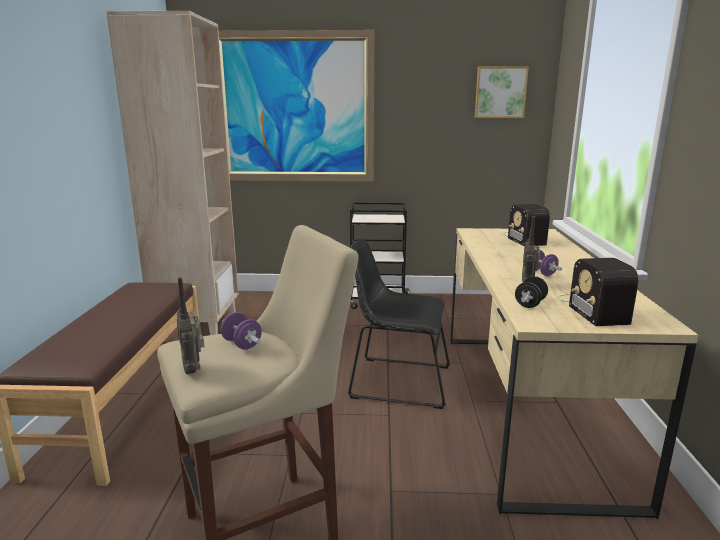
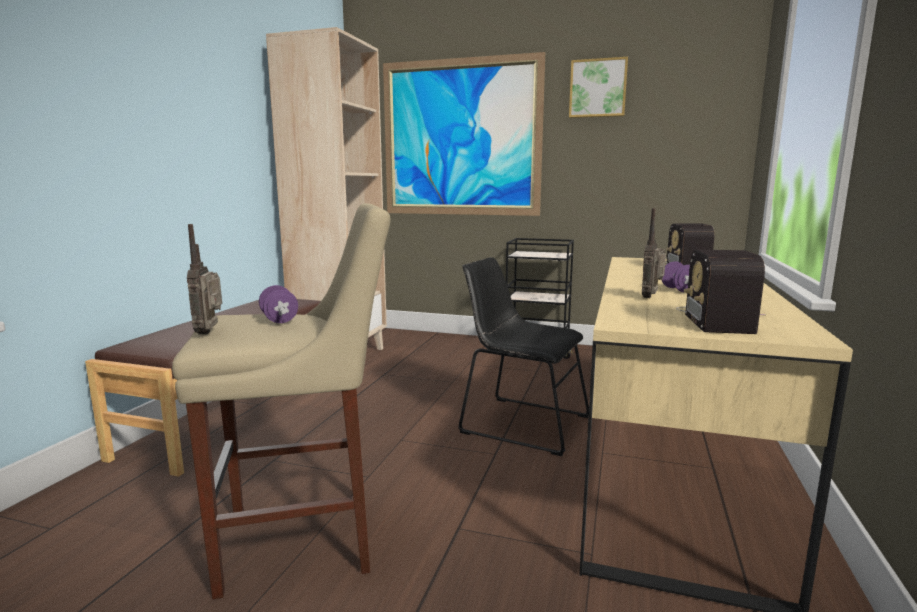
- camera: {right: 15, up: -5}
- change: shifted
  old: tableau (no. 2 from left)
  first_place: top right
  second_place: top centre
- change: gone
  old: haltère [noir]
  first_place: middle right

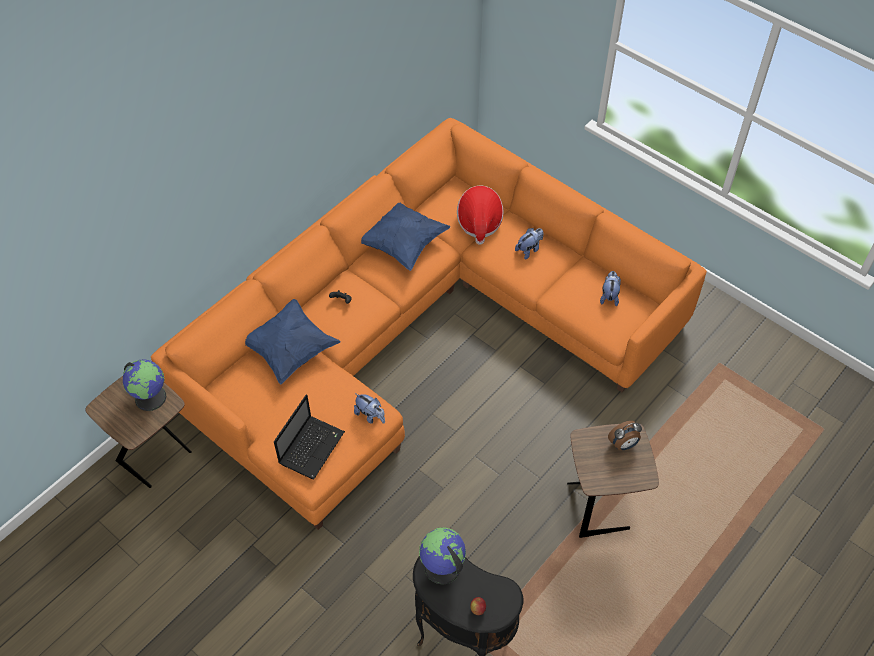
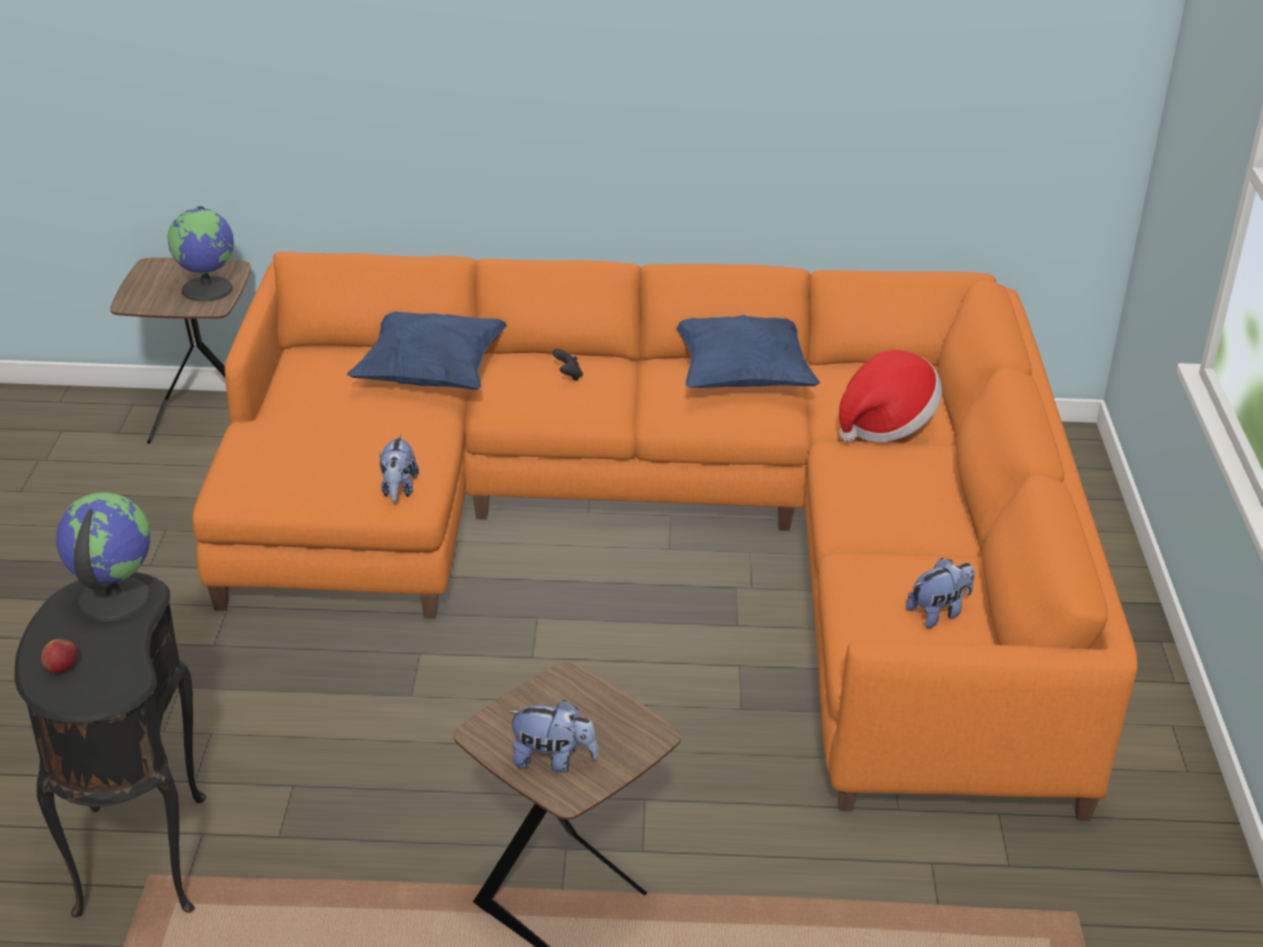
- camera: {right: 50, up: -20}
- change: gone
  old: ordinateur portable
  first_place: centre
- change: shifted
  old: peluche (no. 2 from left)
  first_place: centre
  second_place: bottom centre
- change: gone
  old: réveil
  first_place: middle right

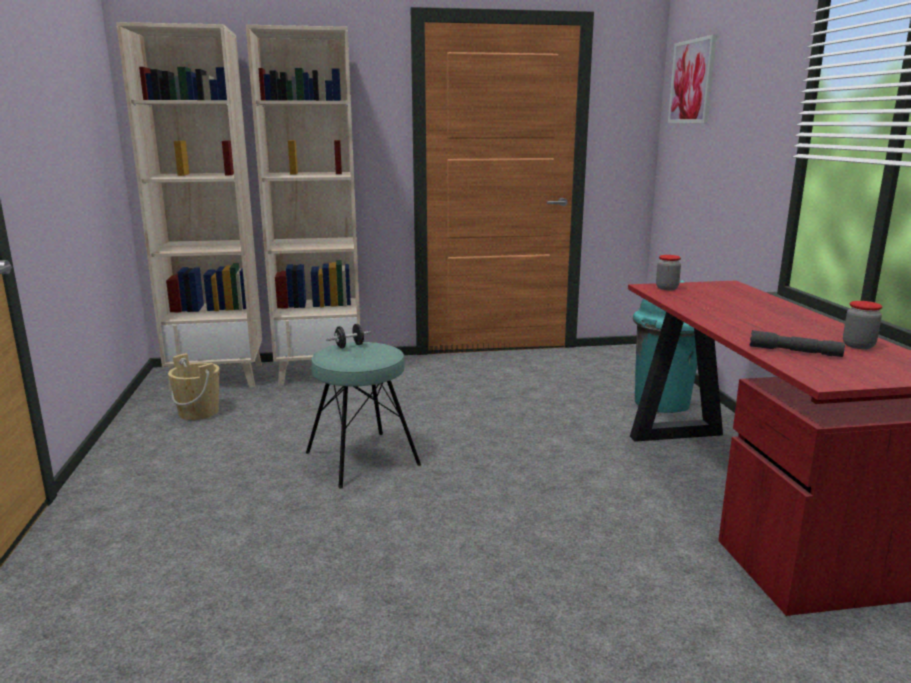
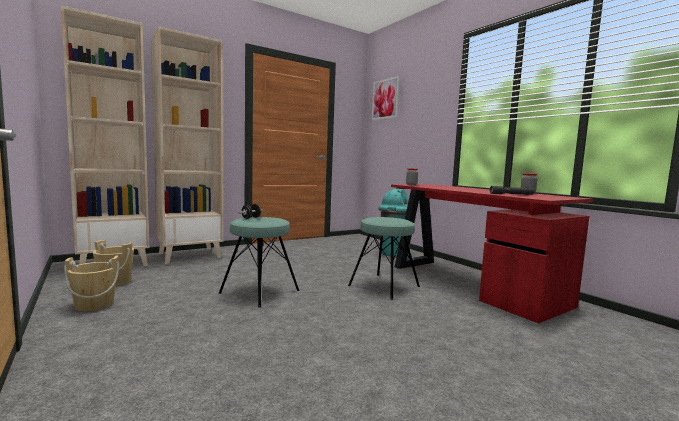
- camera: {right: -25, up: -10}
- change: new
  new: seau [beige] (no. 1 from left)
  second_place: bottom left
- change: new
  new: tabouret [turquoise] (no. 2 from left)
  second_place: centre

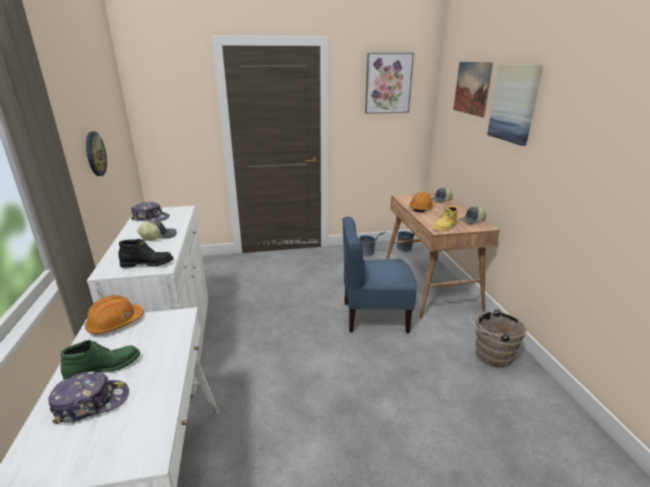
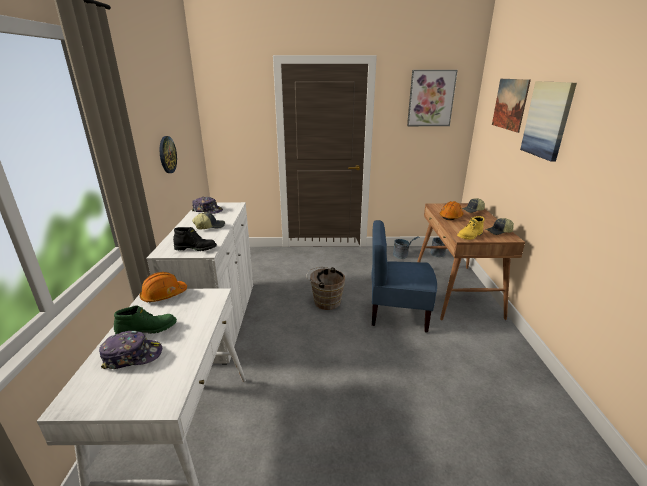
- camera: {right: 10, up: 0}
- change: shifted
  old: seau [marron]
  first_place: bottom right
  second_place: centre

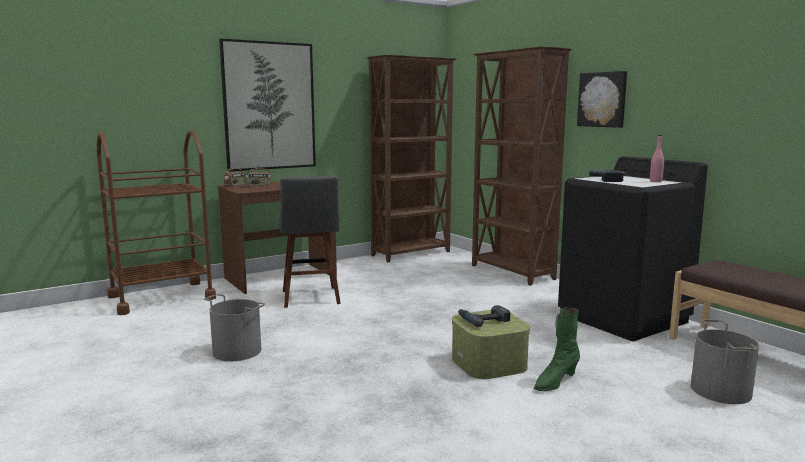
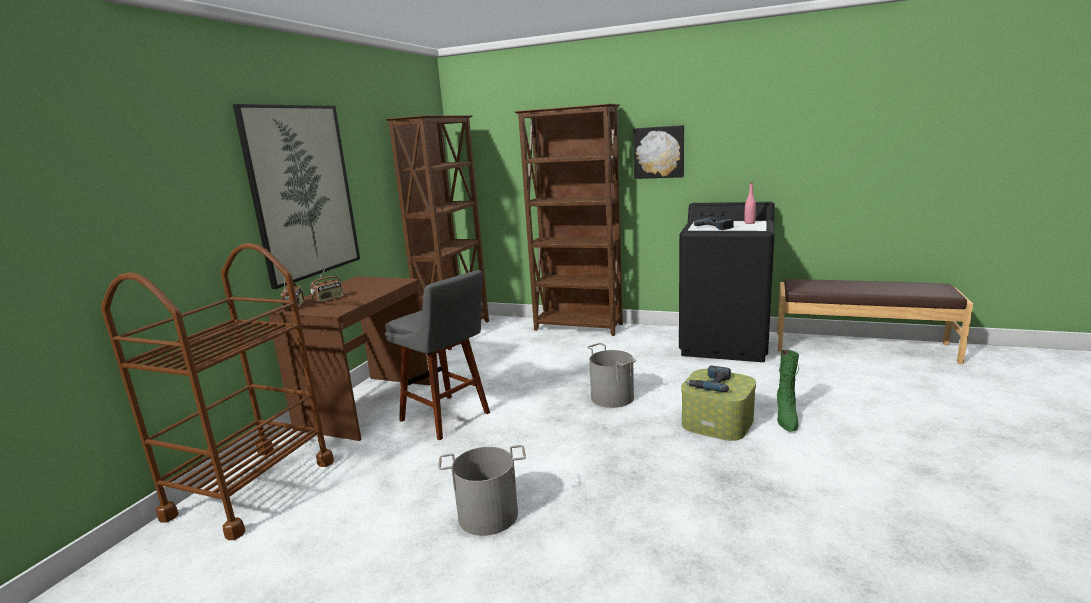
- camera: {right: -35, up: 5}
- change: shifted
  old: seau [gris] (no. 2 from left)
  first_place: bottom right
  second_place: centre

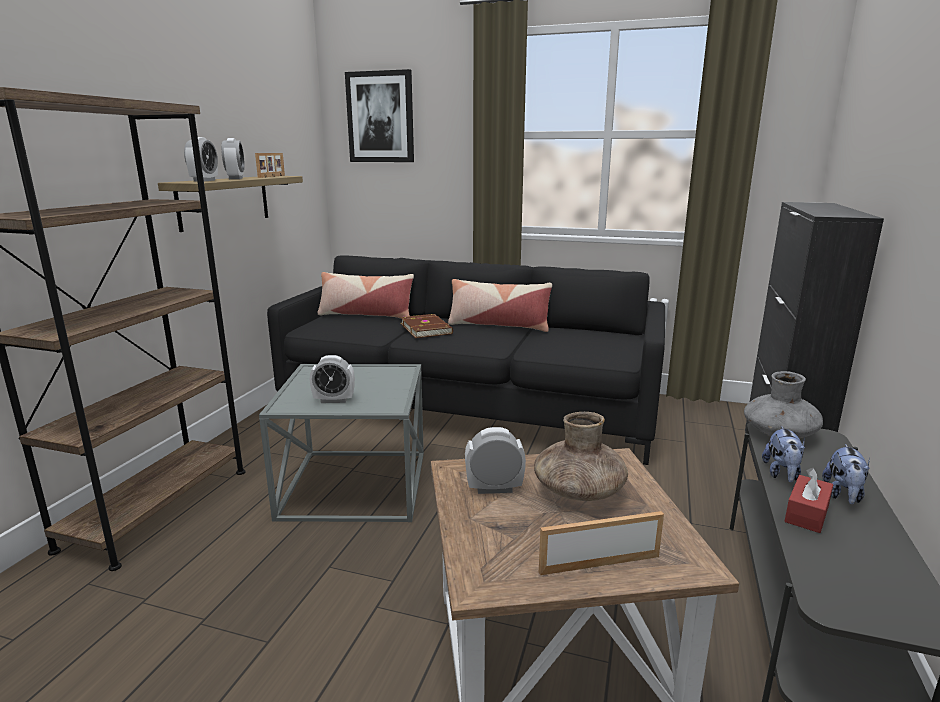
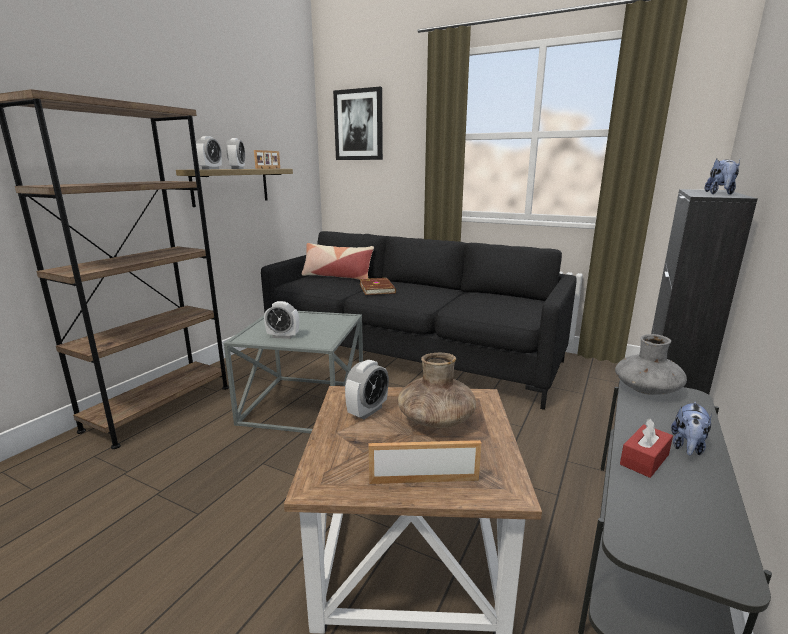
- camera: {right: 10, up: 0}
- change: gone
  old: coussin (no. 2 from left)
  first_place: centre
- change: rotated
  old: réveil (no. 4 from left)
  first_place: centre
  second_place: centre
  degrees: 120
- change: shifted
  old: peluche (no. 1 from left in the first image)
  new: peluche (no. 2 from left)
  first_place: middle right
  second_place: top right

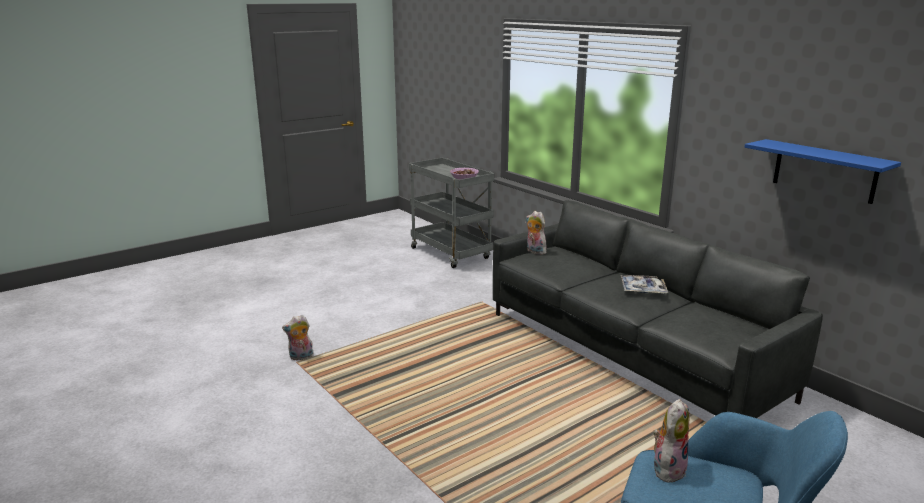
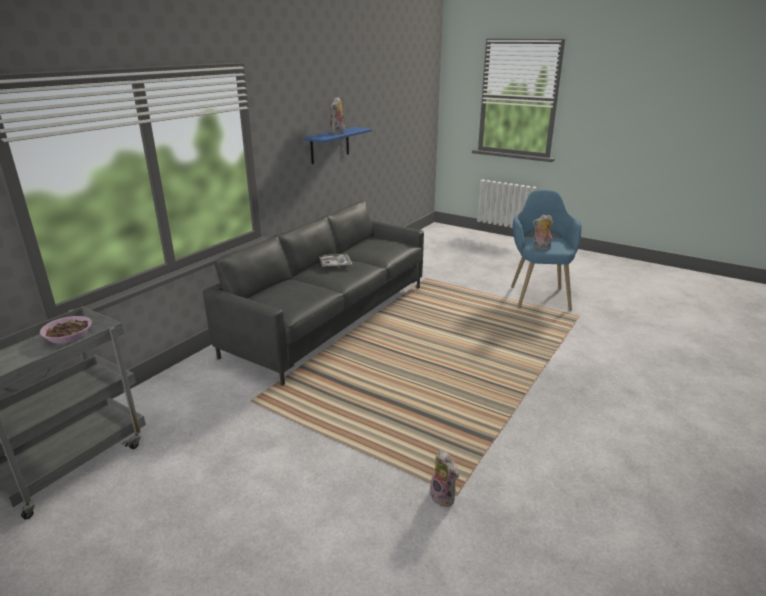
- camera: {right: -110, up: 5}
- change: shifted
  old: peluche (no. 2 from left in the first image)
  new: peluche (no. 1 from left)
  first_place: centre
  second_place: top centre

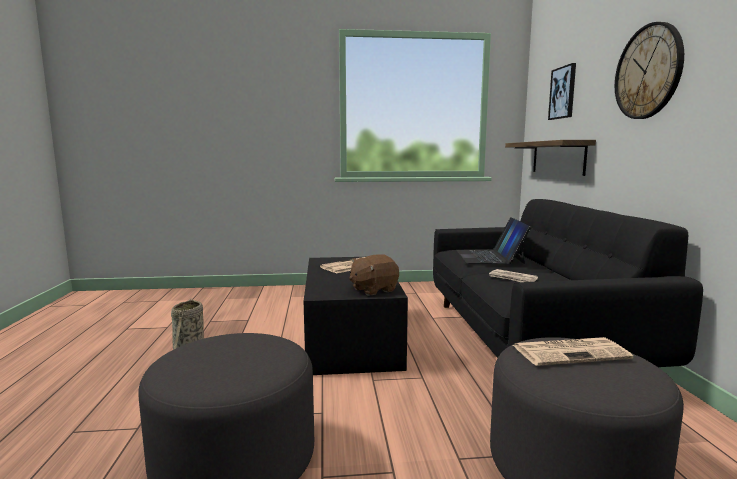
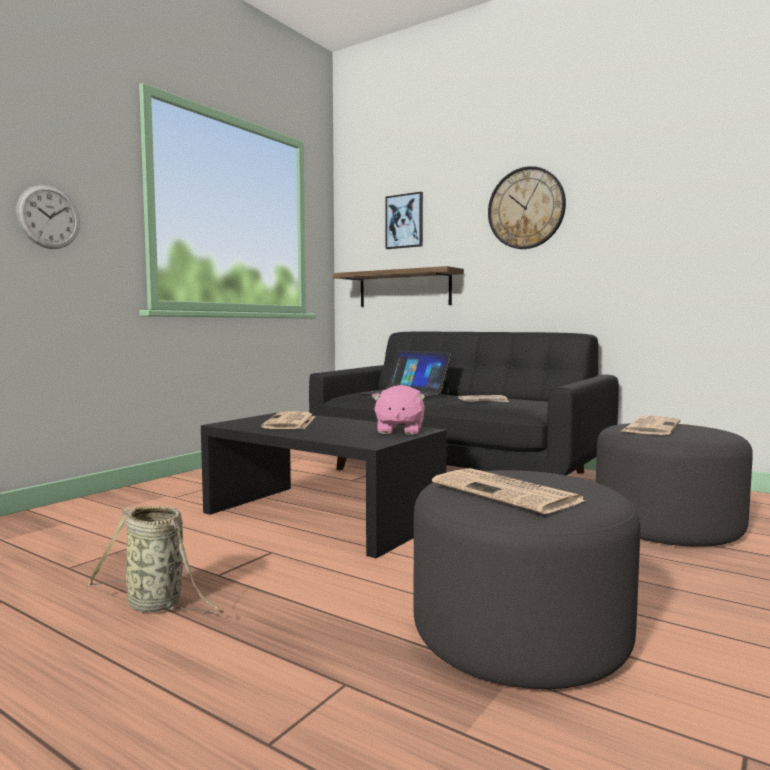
- camera: {right: -50, up: -5}
- change: repainted
  old: peluche [marron]
  new: peluche [rose]
  first_place: centre
  second_place: centre
- change: new
  new: horloge murale (no. 1 from left)
  second_place: top left
- change: new
  new: journal (no. 3 from left)
  second_place: centre

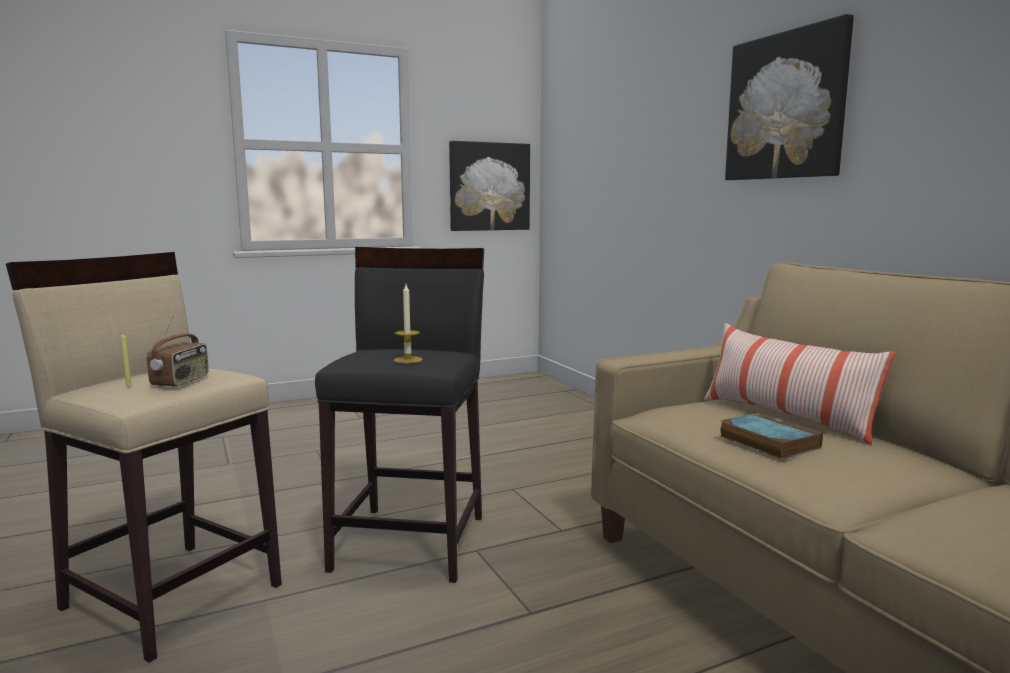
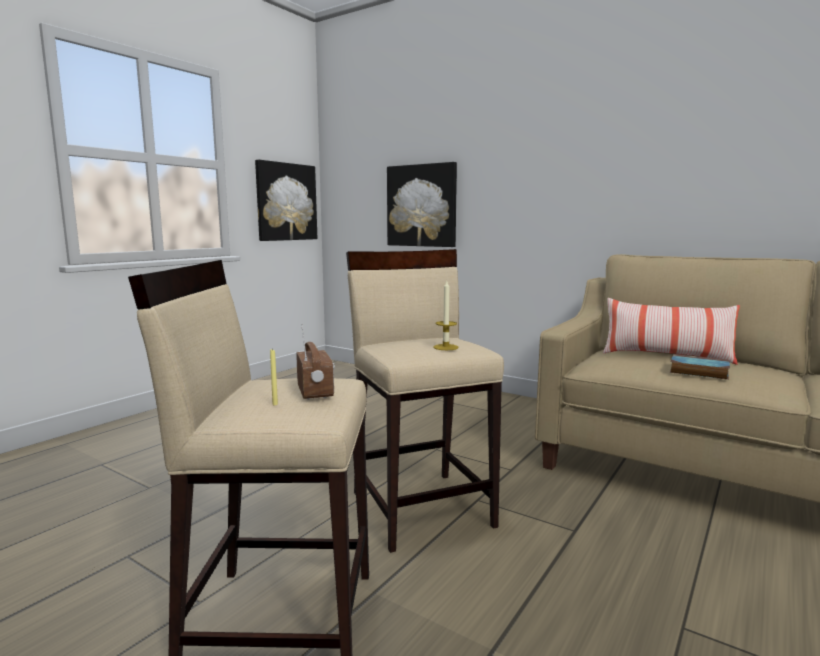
- camera: {right: -30, up: 0}
- change: repainted
  old: tabouret [noir]
  new: tabouret [beige] (no. 2 from left)
  first_place: centre
  second_place: centre
- change: shifted
  old: tableau (no. 2 from left)
  first_place: top right
  second_place: top centre

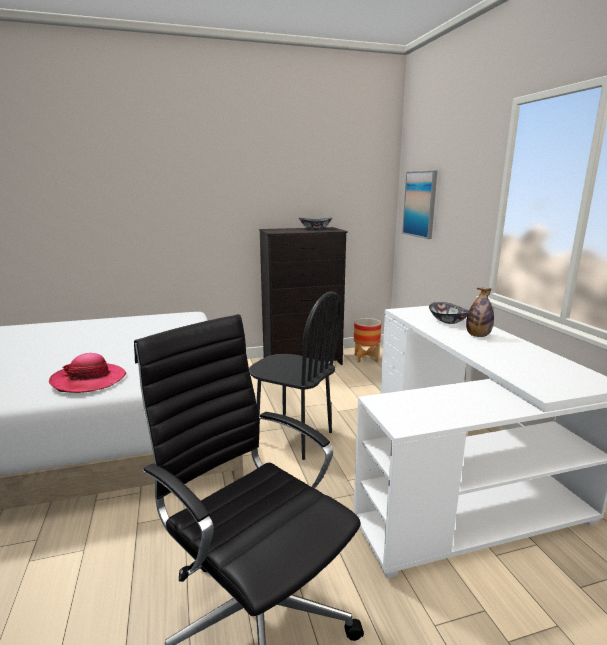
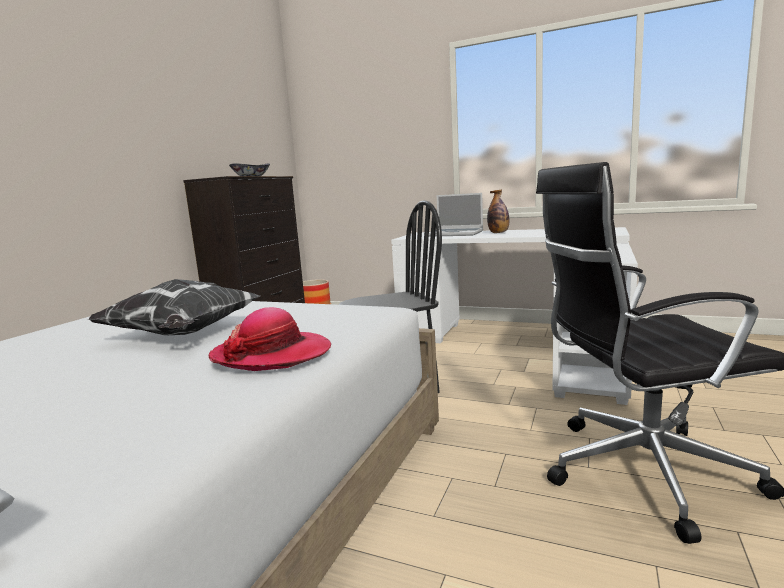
- camera: {right: -50, up: -5}
- change: gone
  old: tableau
  first_place: top right
- change: swapped
  old: bol (no. 2 from left)
  new: ordinateur portable
  first_place: middle right
  second_place: centre
- change: new
  new: coussin
  second_place: middle left

